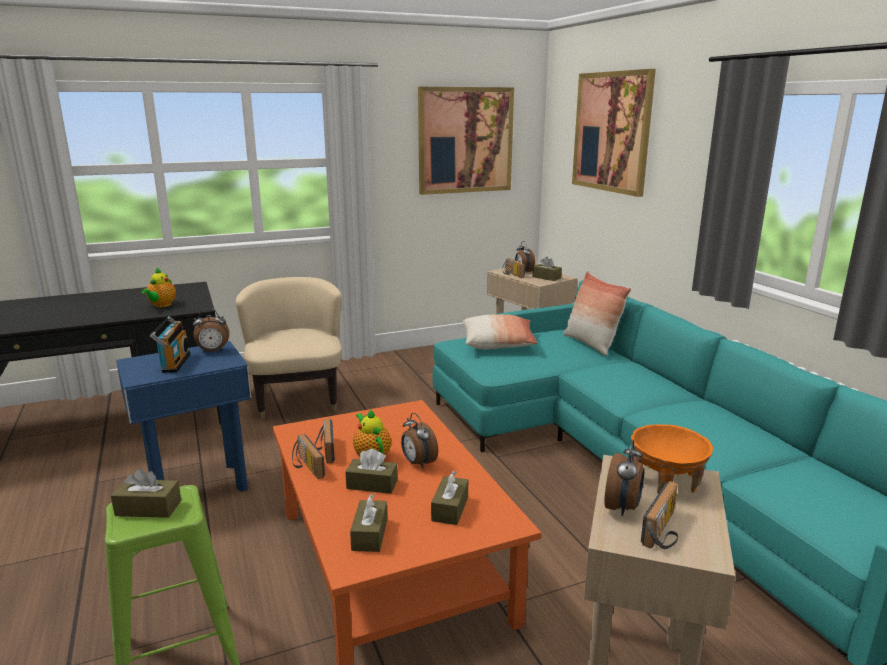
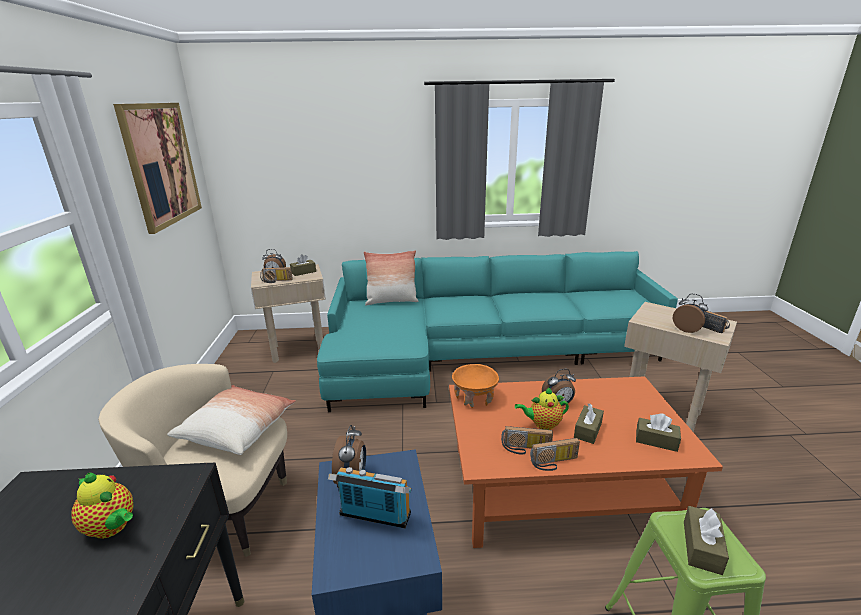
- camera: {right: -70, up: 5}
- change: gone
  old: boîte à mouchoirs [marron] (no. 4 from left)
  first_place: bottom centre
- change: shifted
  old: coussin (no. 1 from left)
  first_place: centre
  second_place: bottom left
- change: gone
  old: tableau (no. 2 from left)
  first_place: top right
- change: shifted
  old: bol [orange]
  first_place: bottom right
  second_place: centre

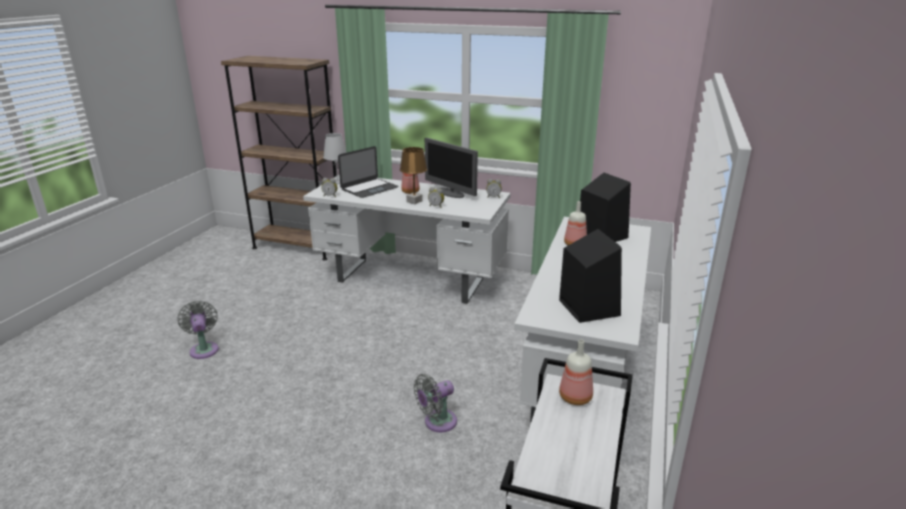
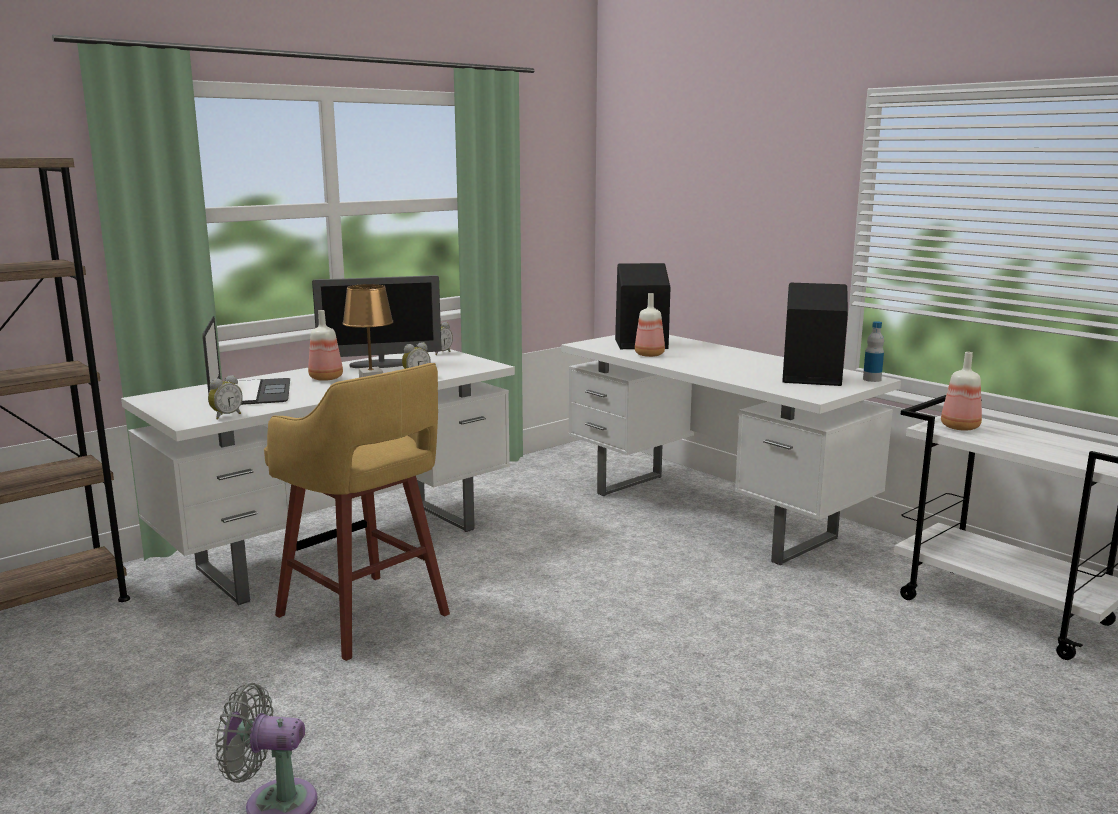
- camera: {right: -60, up: -10}
- change: gone
  old: lampe de table [blanc]
  first_place: top centre
- change: gone
  old: ventilateur [gris] (no. 2 from left)
  first_place: bottom centre
- change: new
  new: tabouret [jaune]
  second_place: middle left
- change: new
  new: bouteille (no. 3 from left)
  second_place: middle right

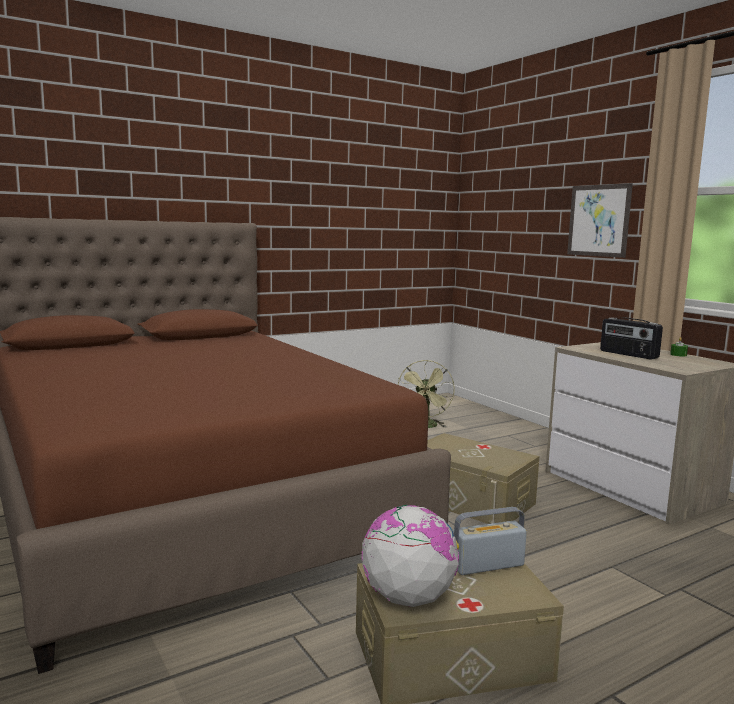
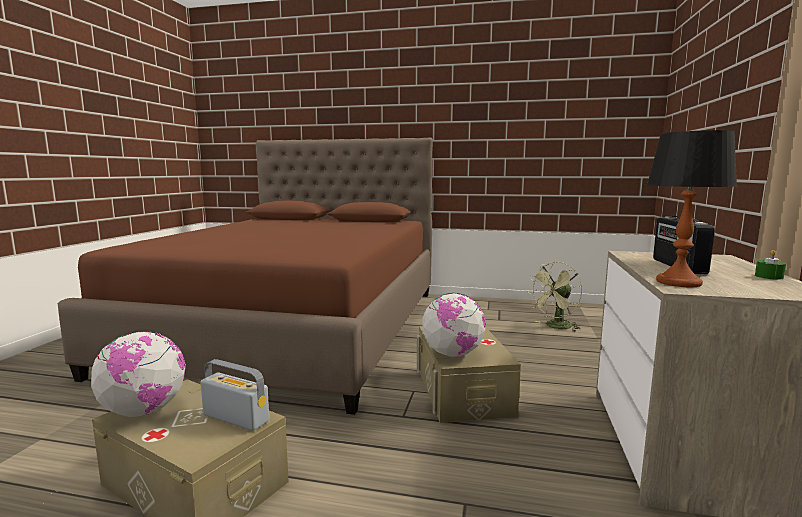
- camera: {right: 45, up: 0}
- change: gone
  old: tableau
  first_place: top right
- change: new
  new: globe (no. 2 from left)
  second_place: centre
- change: new
  new: lampe de table
  second_place: middle right

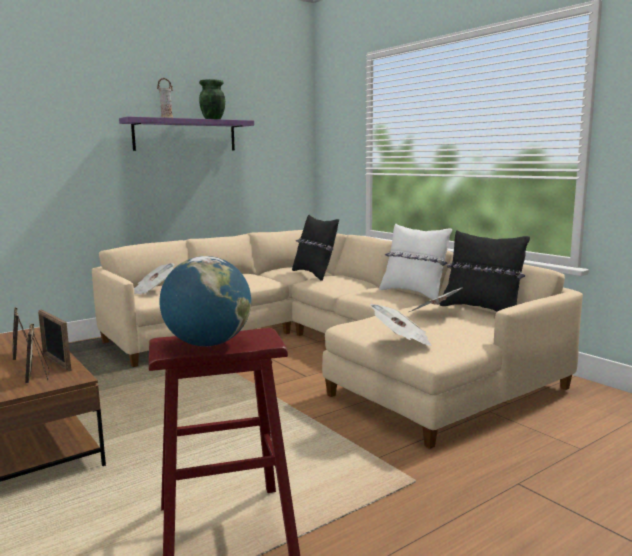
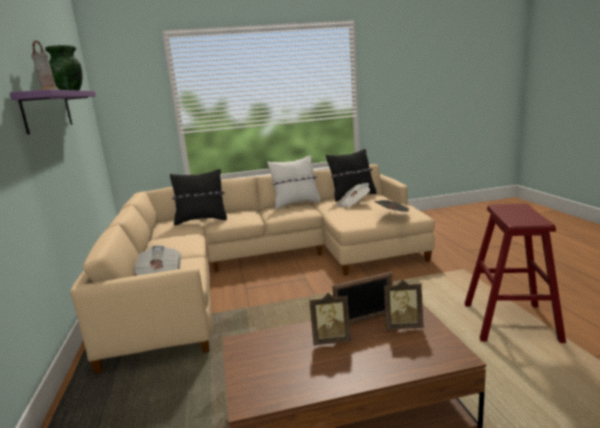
- camera: {right: -65, up: 5}
- change: gone
  old: globe
  first_place: middle left

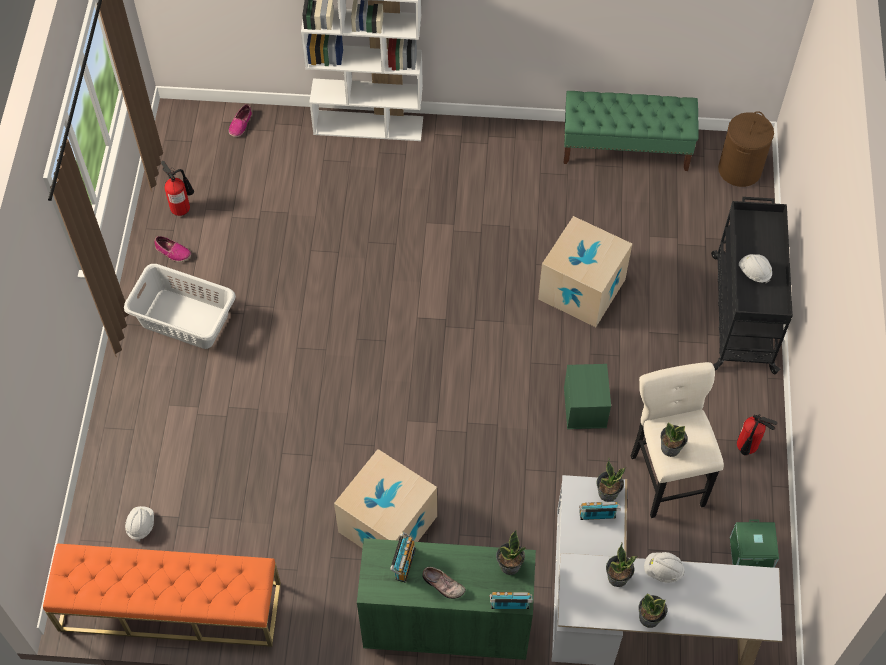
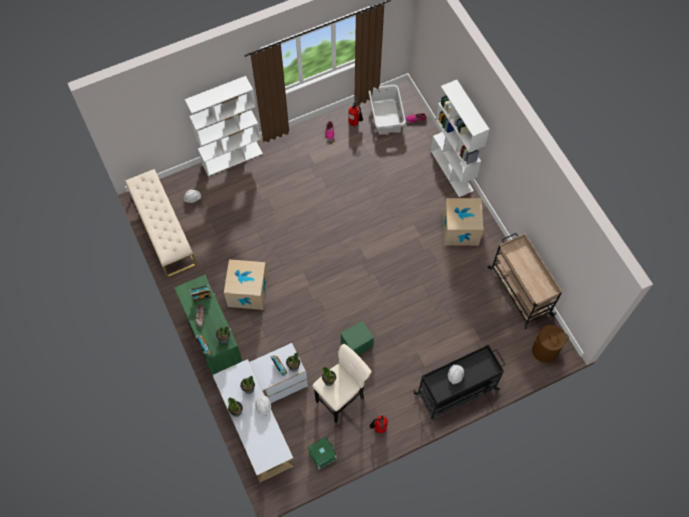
- camera: {right: 60, up: 5}
- change: repainted
  old: banc [orange]
  new: banc [beige]
  first_place: bottom left
  second_place: middle left
- change: shifted
  old: panier à linge [gris]
  first_place: middle left
  second_place: top centre
- change: shifted
  old: carton (no. 2 from left)
  first_place: centre
  second_place: middle right
- change: swapped
  old: banc [vert]
  new: chariot [beige]
  first_place: top right
  second_place: middle right
- change: new
  new: bibliothèque [blanc] (no. 1 from left)
  second_place: top left

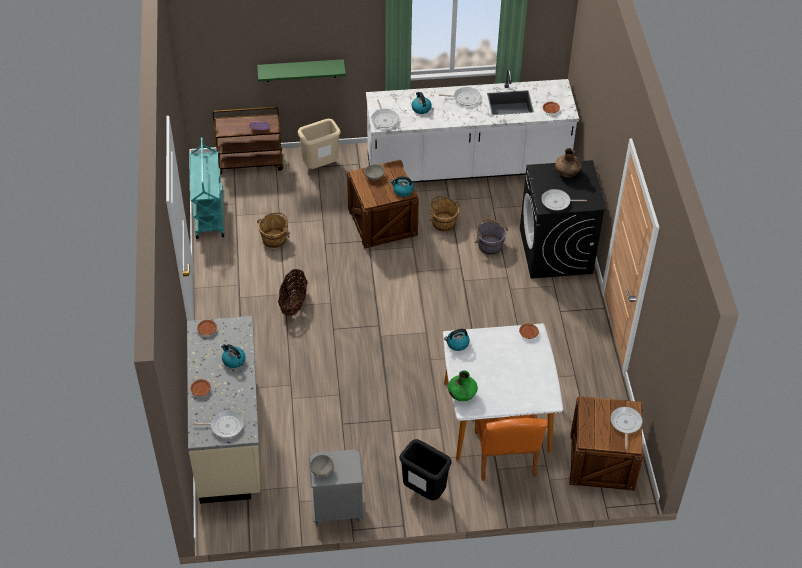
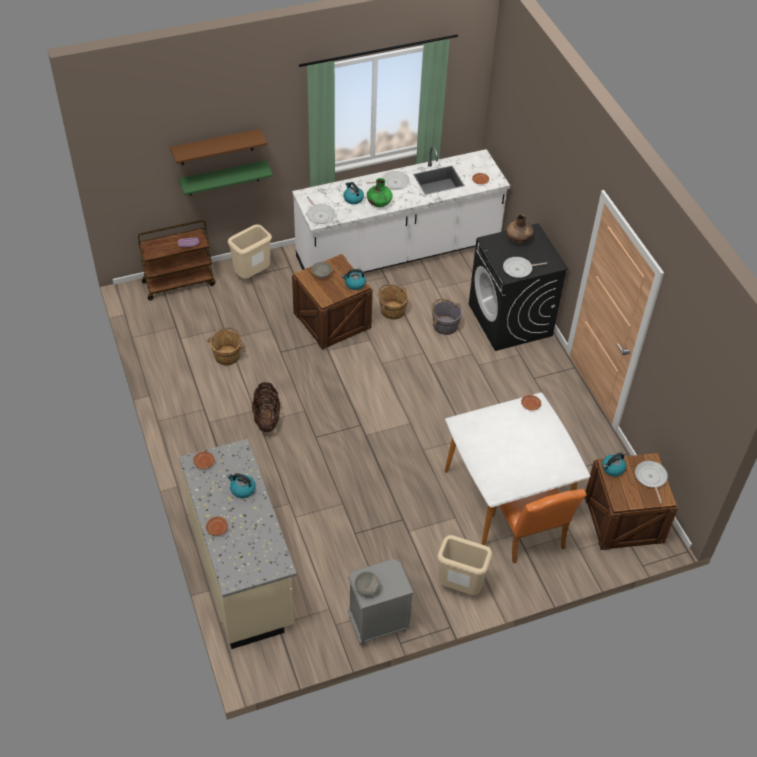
- camera: {right: -15, up: 0}
- change: gone
  old: chariot [turquoise]
  first_place: top left
- change: gone
  old: poêle (no. 1 from left)
  first_place: bottom left
- change: repainted
  old: poubelle [noir]
  new: poubelle [beige] (no. 2 from left)
  first_place: bottom centre
  second_place: bottom centre
- change: shifted
  old: bouilloire (no. 4 from left)
  first_place: centre
  second_place: middle right
- change: shifted
  old: vase [vert]
  first_place: bottom centre
  second_place: top centre
- change: new
  new: étagère [marron]
  second_place: top left

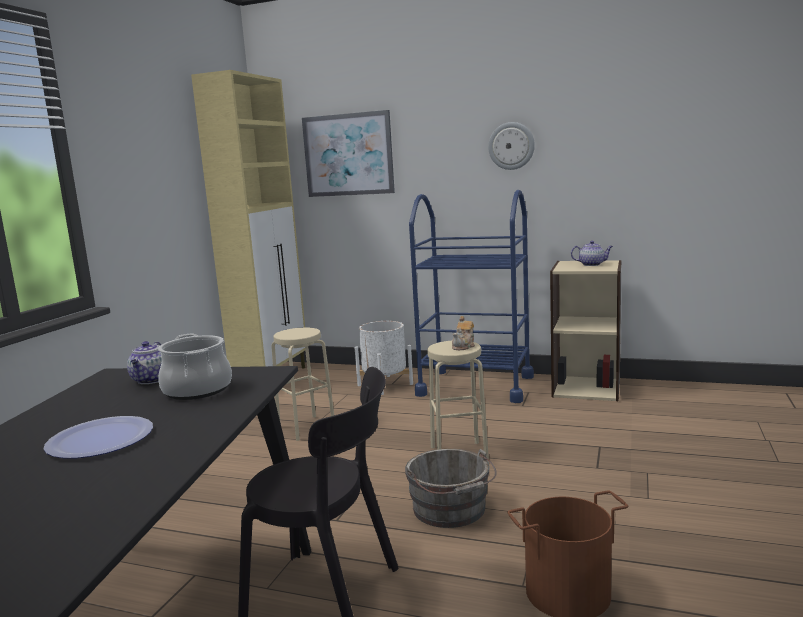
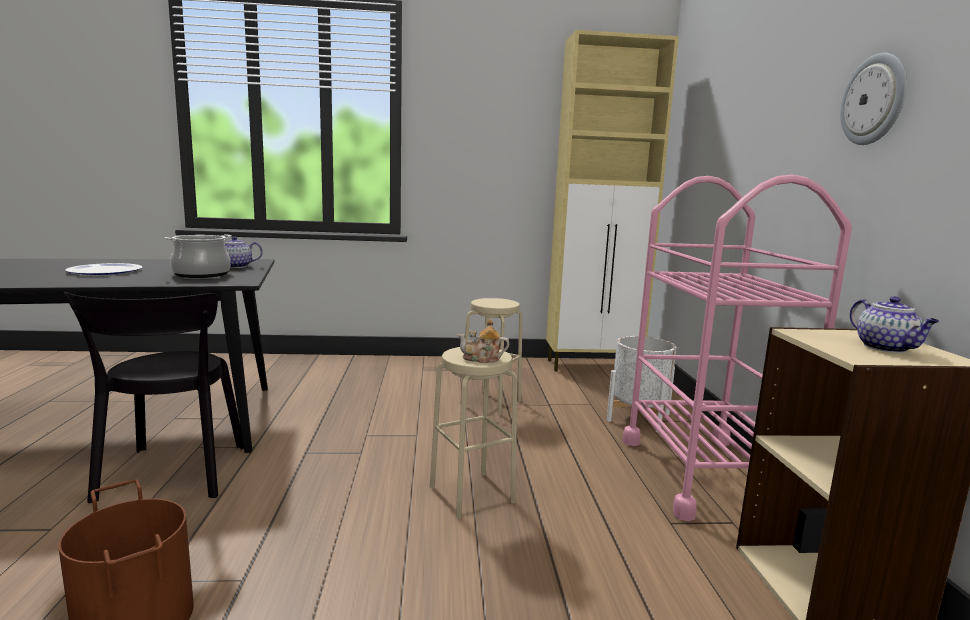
- camera: {right: 65, up: 0}
- change: gone
  old: tableau
  first_place: top centre
- change: gone
  old: seau [gris]
  first_place: bottom centre
- change: repainted
  old: chariot [bleu]
  new: chariot [rose]
  first_place: centre
  second_place: middle right

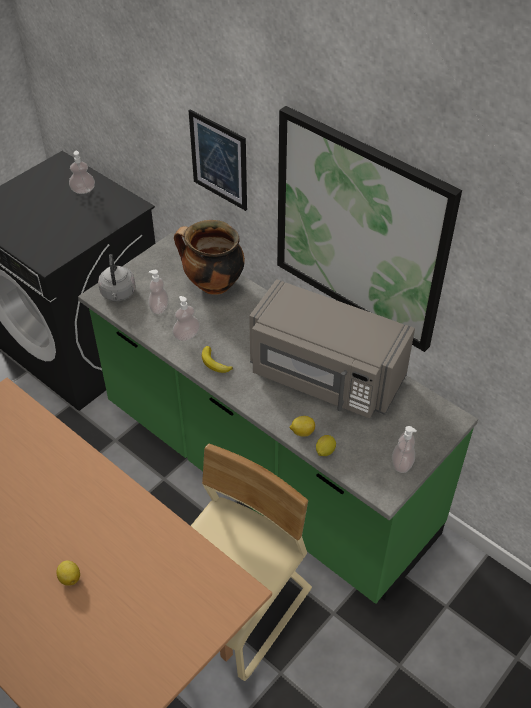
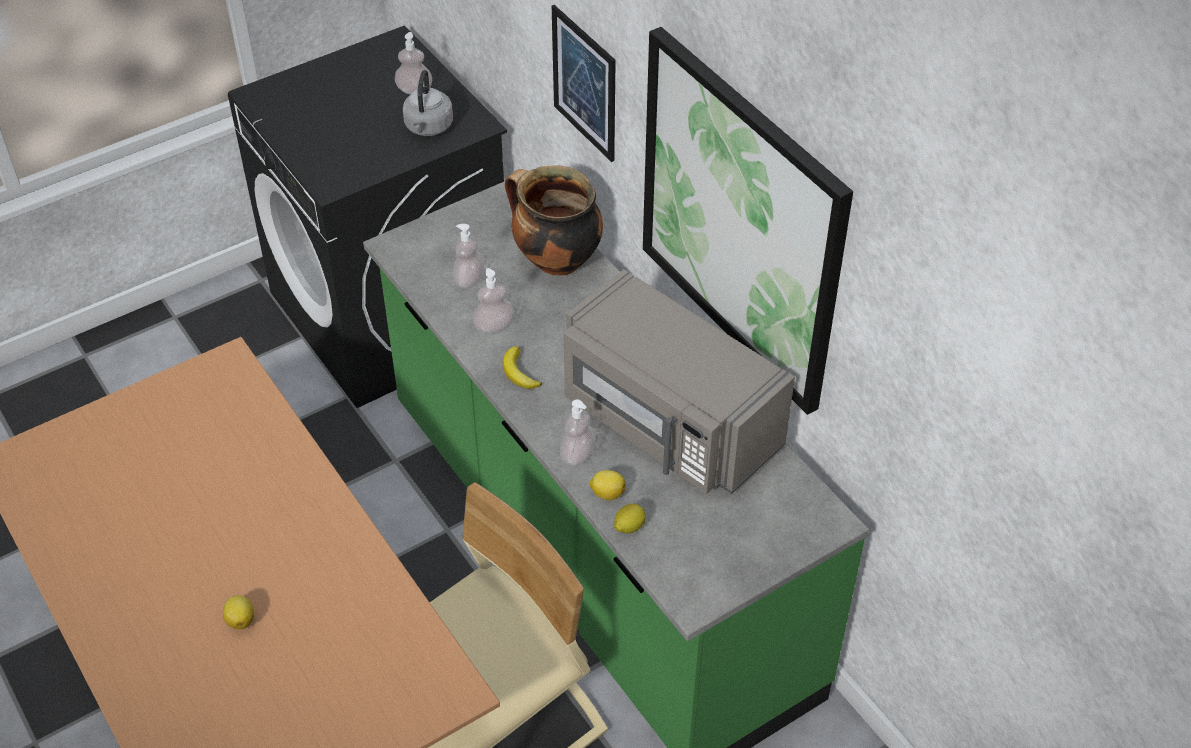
- camera: {right: 15, up: 0}
- change: shifted
  old: bouilloire [gris]
  first_place: middle left
  second_place: top centre
- change: shifted
  old: distributeur de savon (no. 4 from left)
  first_place: middle right
  second_place: centre

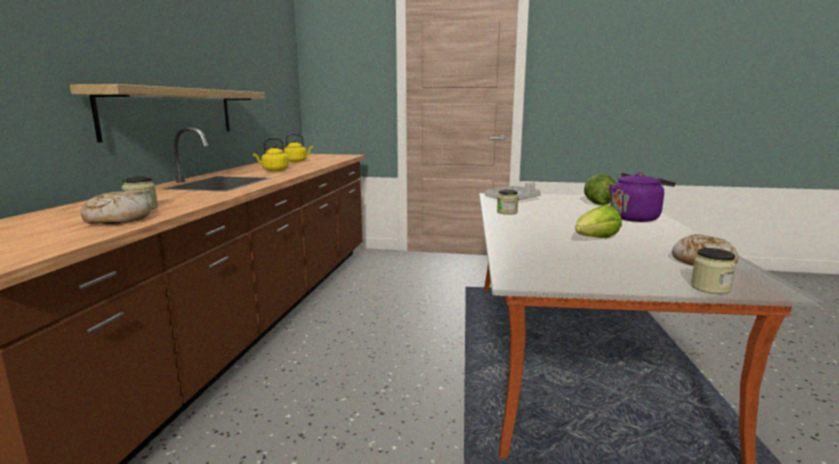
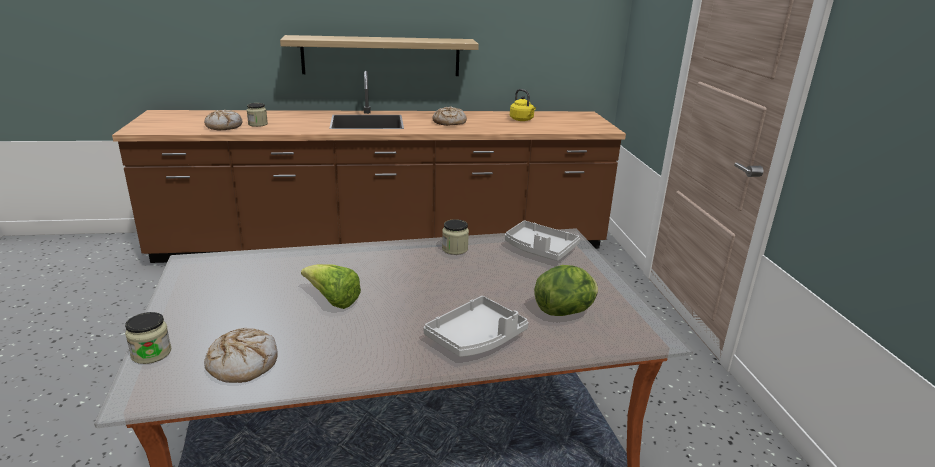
- camera: {right: 70, up: 10}
- change: swapped
  old: bouilloire [jaune] (no. 1 from left)
  new: pain (no. 3 from left)
  first_place: top left
  second_place: top centre
- change: swapped
  old: bouilloire [violet]
  new: plateau [gris] (no. 1 from left)
  first_place: middle right
  second_place: bottom centre

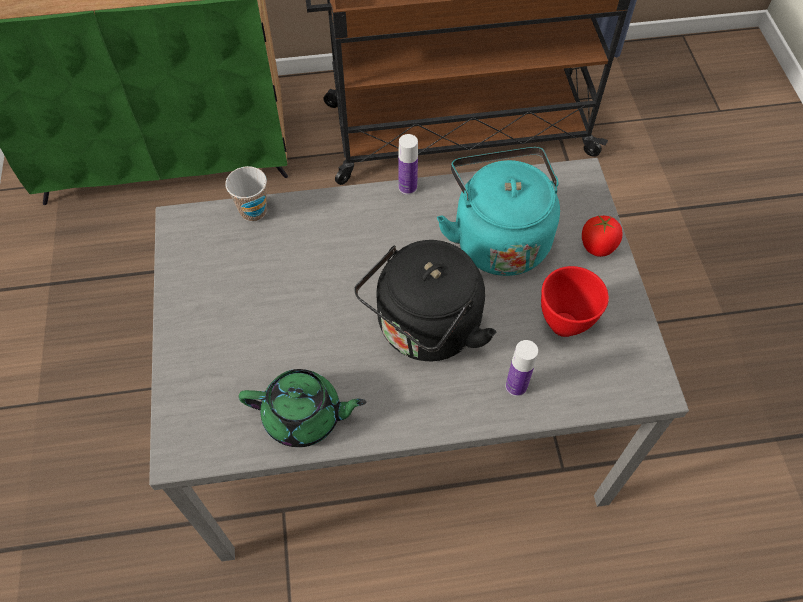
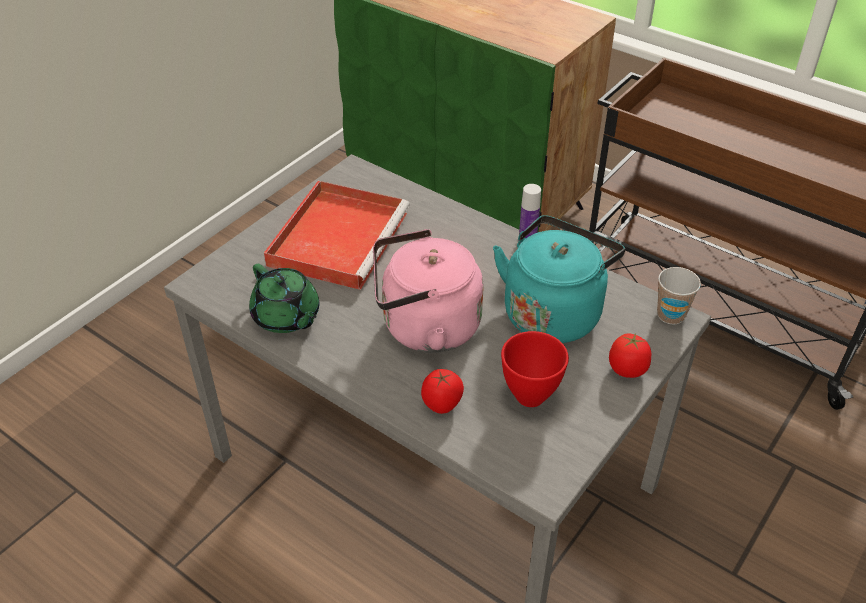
- camera: {right: 45, up: -15}
- change: shifted
  old: tasse
  first_place: top left
  second_place: middle right
- change: repainted
  old: bouilloire [noir]
  new: bouilloire [rose]
  first_place: centre
  second_place: centre
- change: swapped
  old: bouteille (no. 2 from left)
  new: tomate (no. 1 from left)
  first_place: centre
  second_place: centre
- change: new
  new: plateau [rouge]
  second_place: centre

